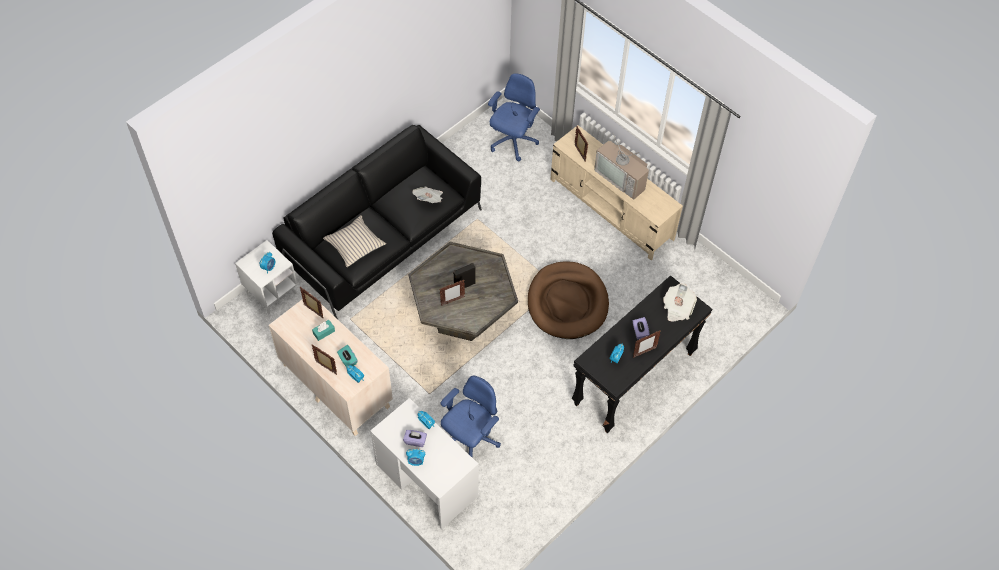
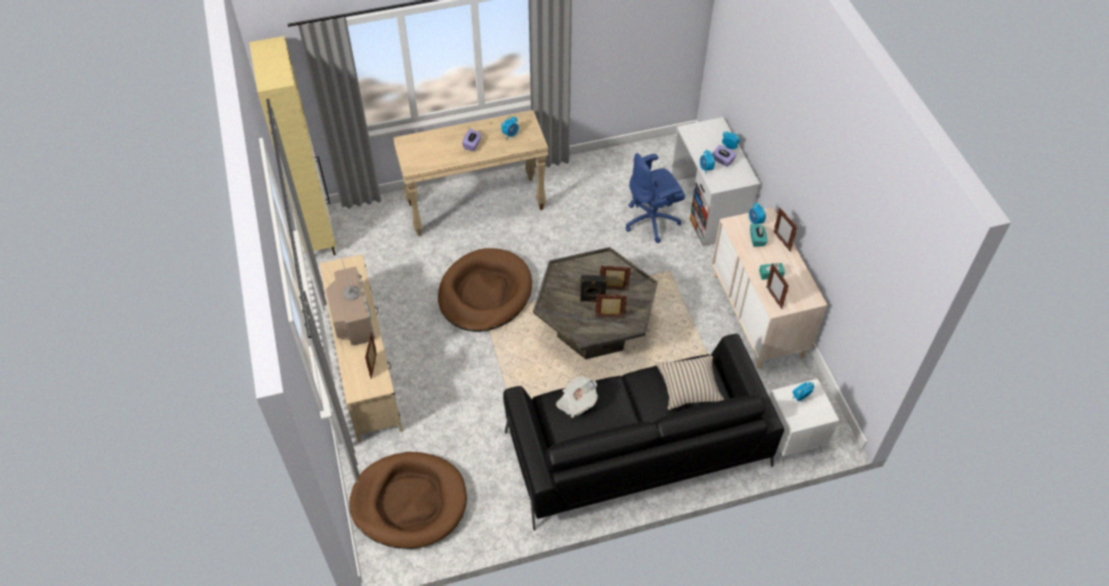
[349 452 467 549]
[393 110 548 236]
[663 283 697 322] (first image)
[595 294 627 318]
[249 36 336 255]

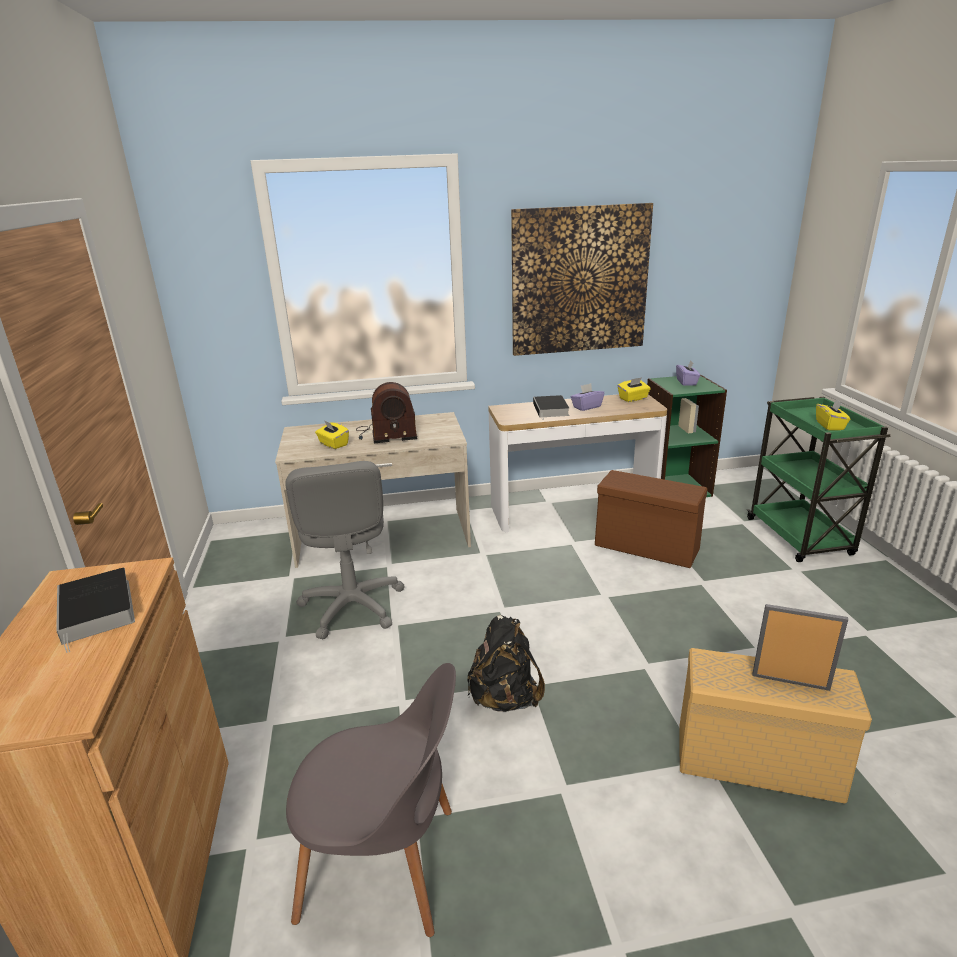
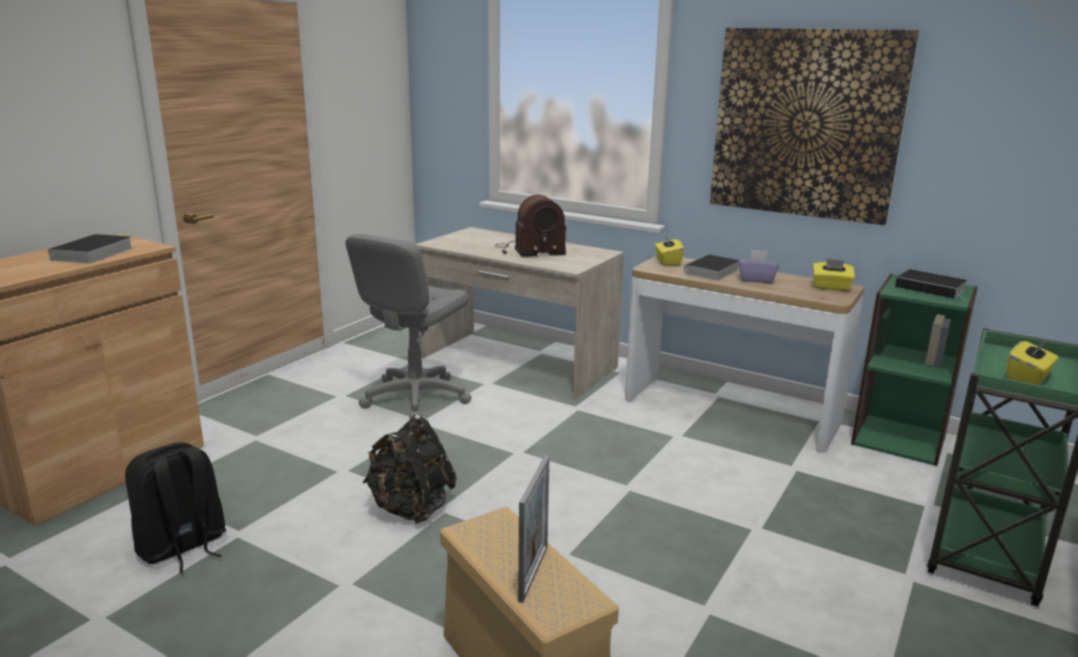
[895 269 967 300]
[495 195 566 257]
[655 236 684 265]
[595 470 708 568] (first image)
[518 455 550 603]
[125 442 226 573]

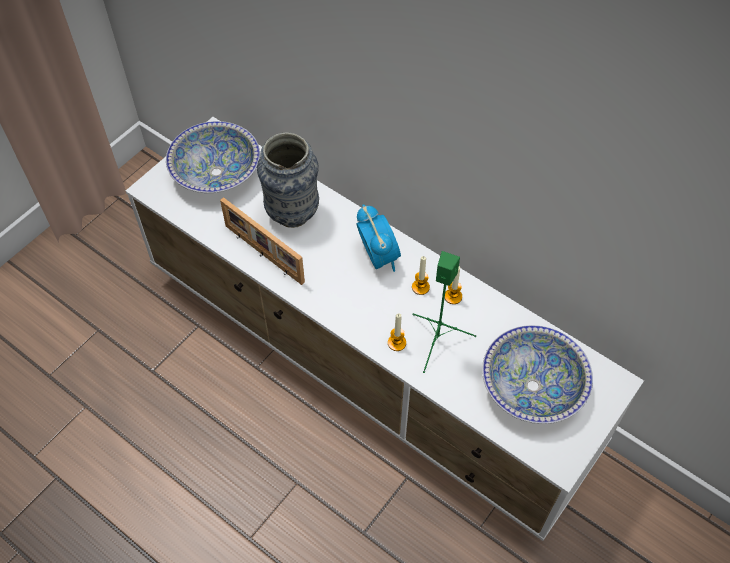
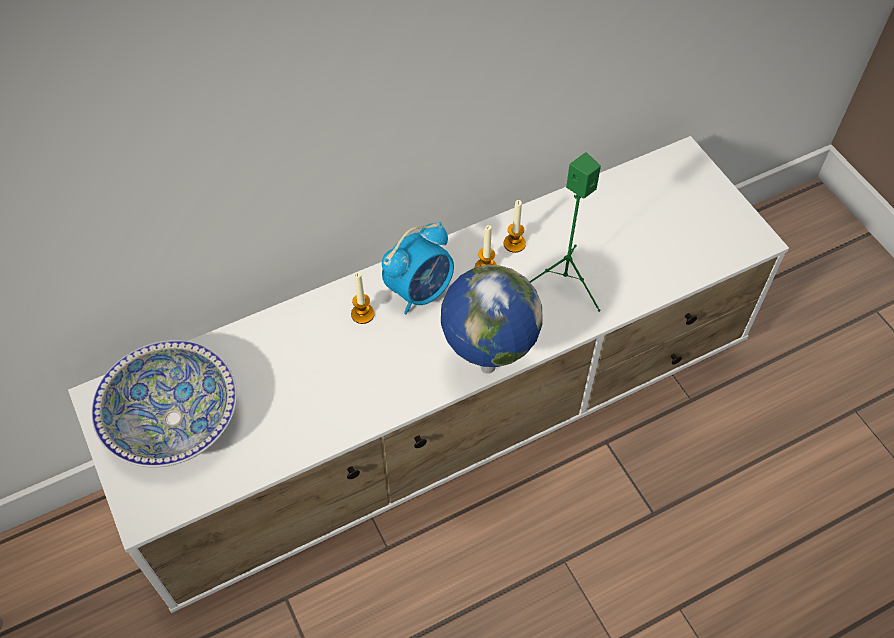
[257 132 319 228] (first image)
[220 197 305 285] (first image)
[382 222 454 314]
[351 272 374 324]
[482 325 593 424] (first image)
[441 265 543 374]

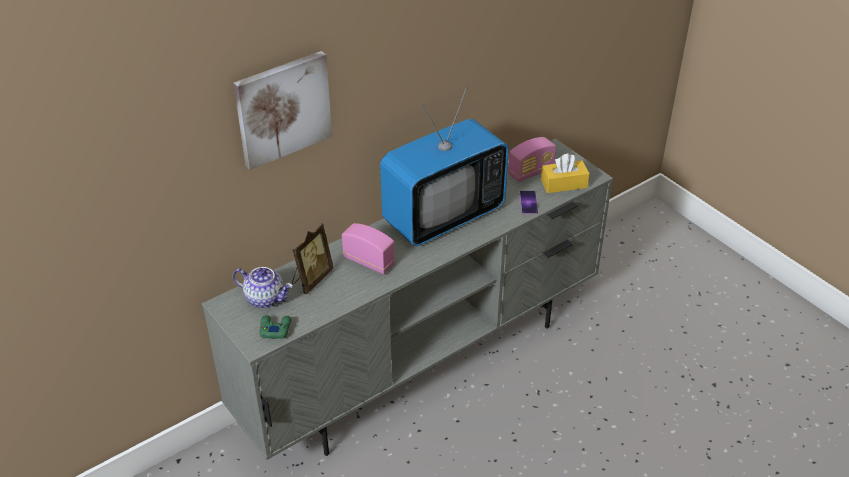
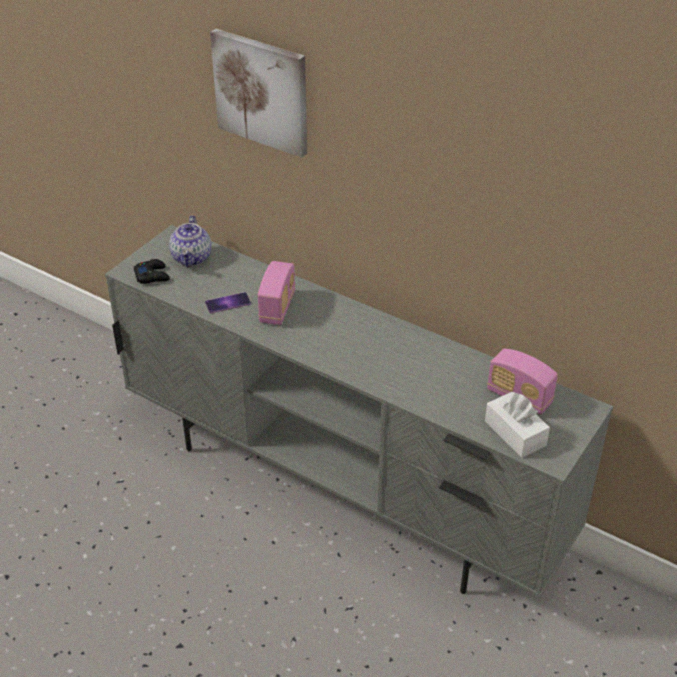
[380 87 509 246] (first image)
[485 392 550 458]
[205 292 251 313]
[292 223 334 295] (first image)
[133 259 170 284]

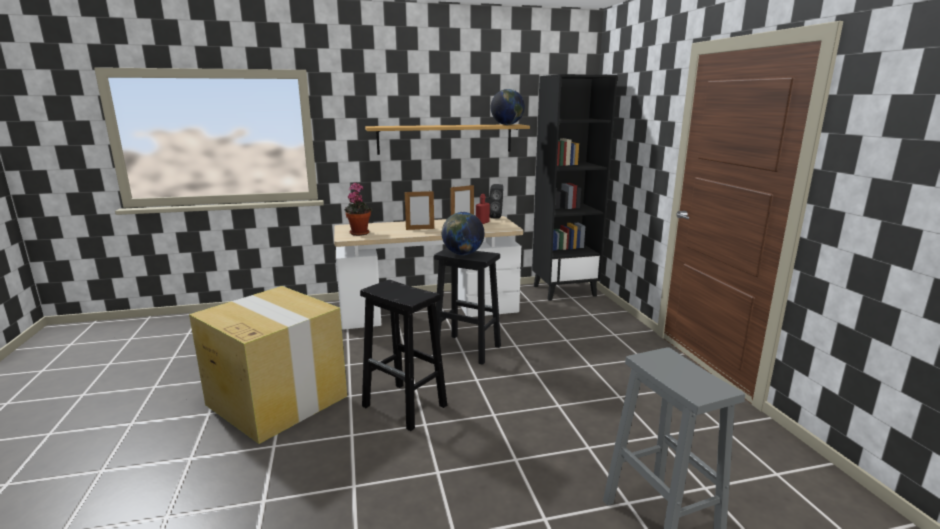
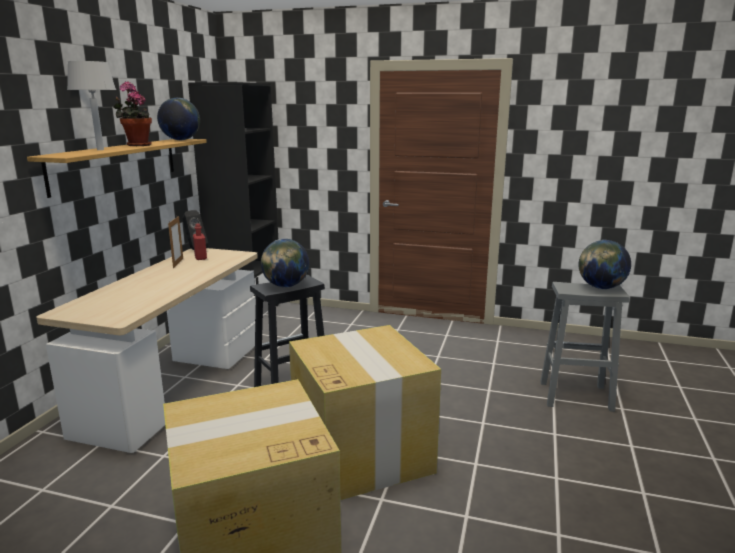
[114 81 152 146]
[405 190 434 230] (first image)
[289 325 441 500]
[67 61 116 150]
[578 240 631 289]

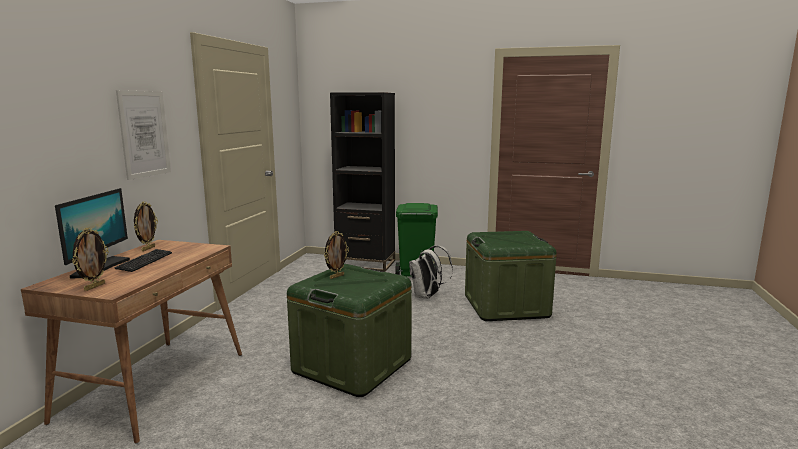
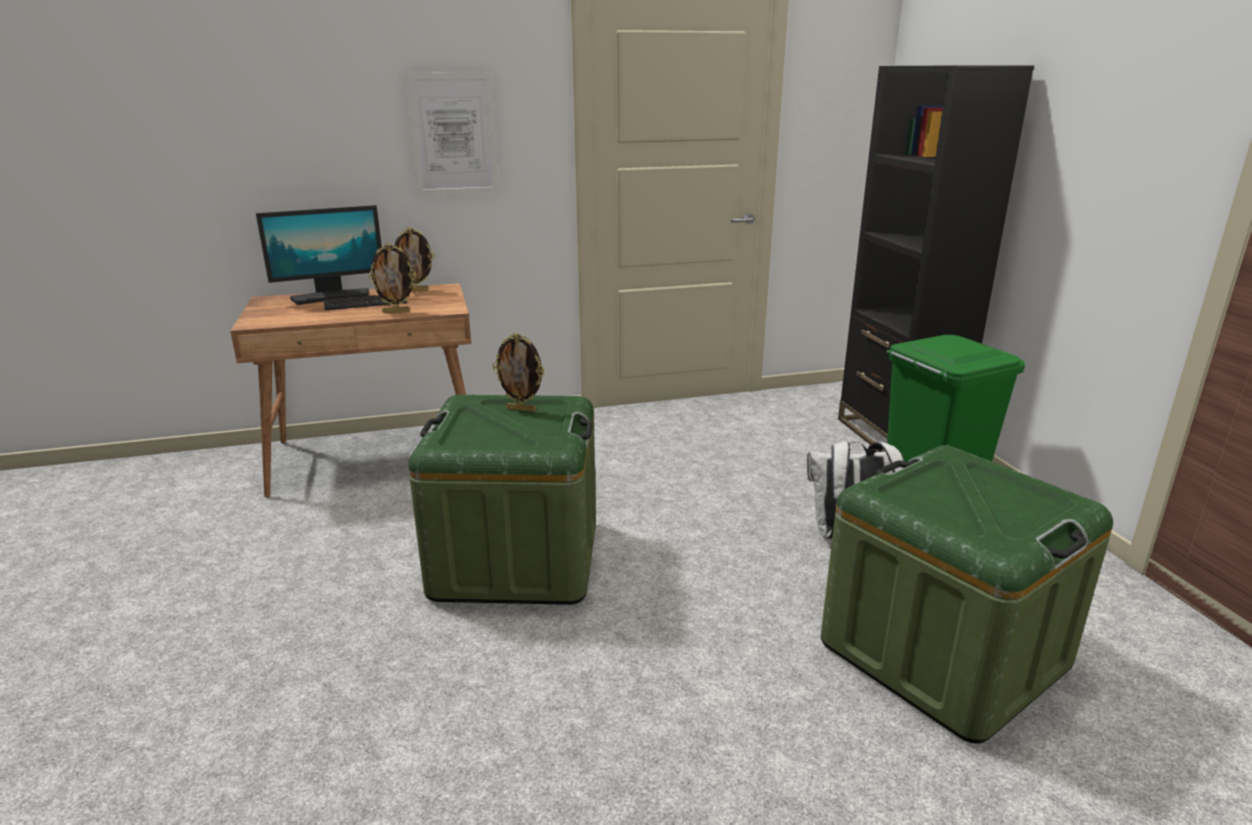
[368 243 416 313]

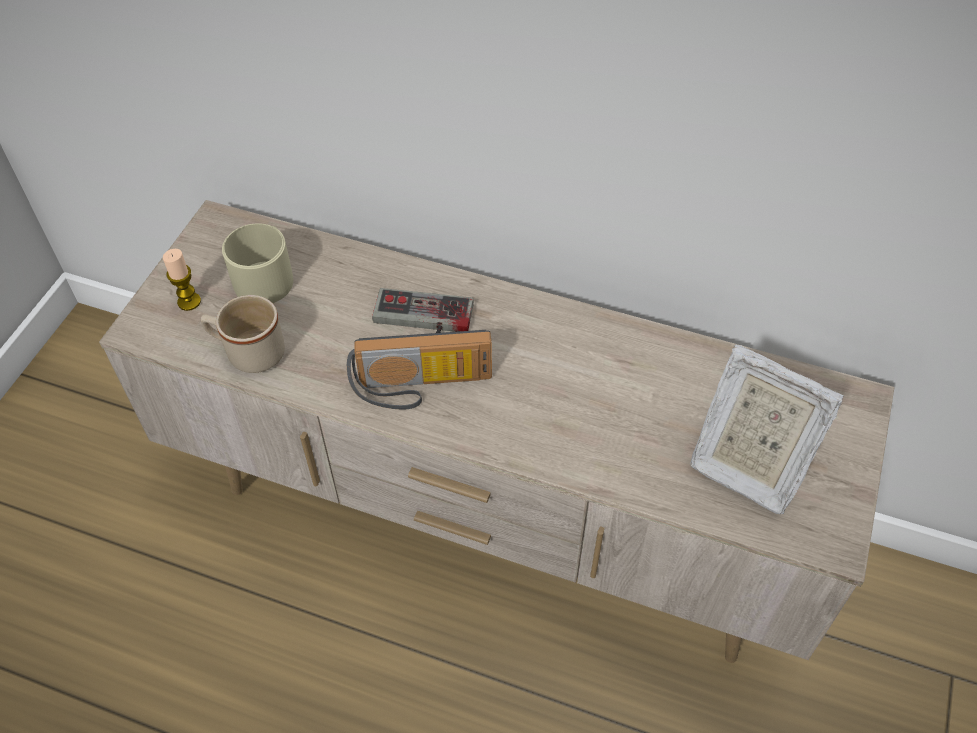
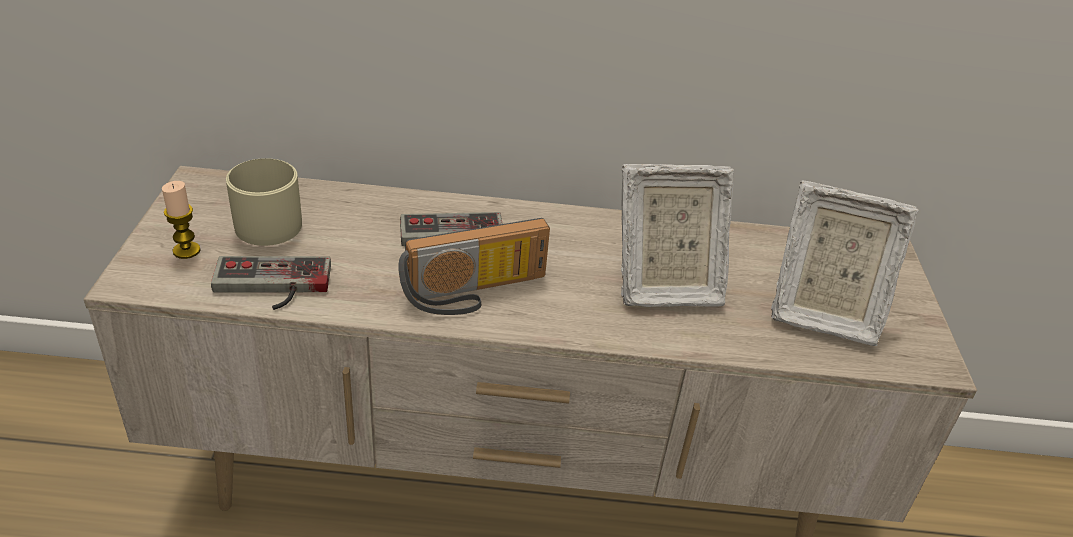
[211 256 331 310]
[621 164 734 307]

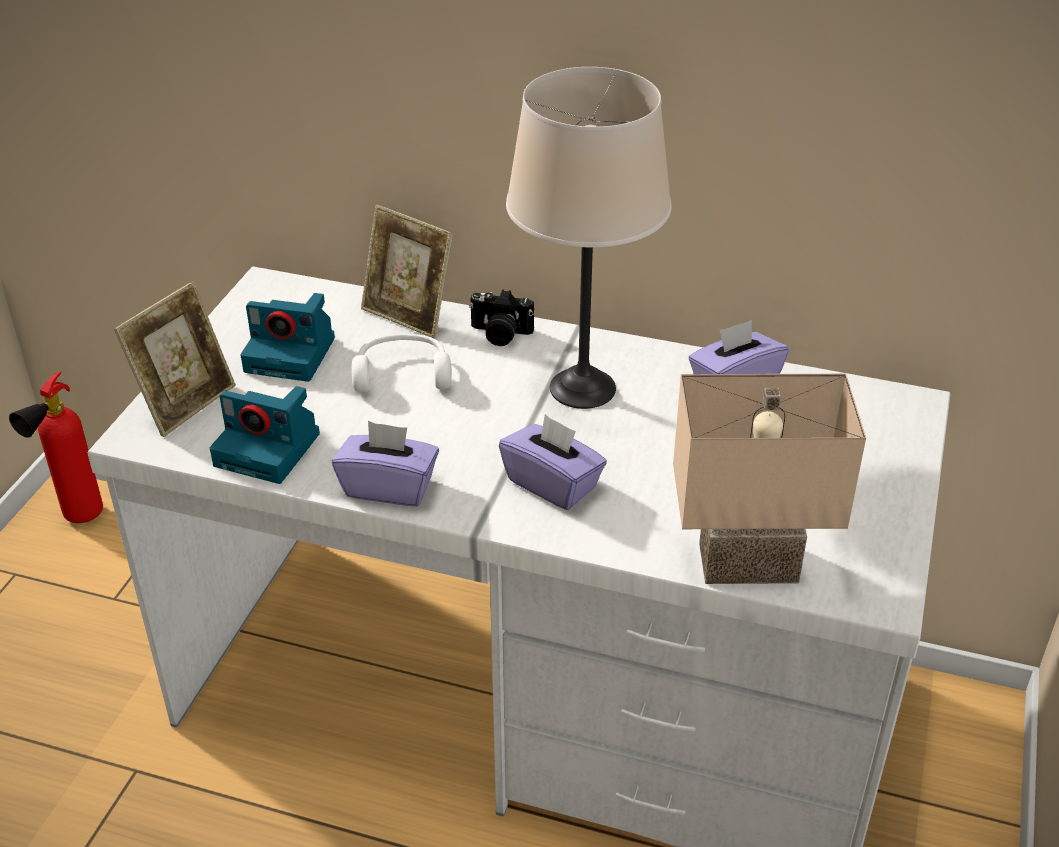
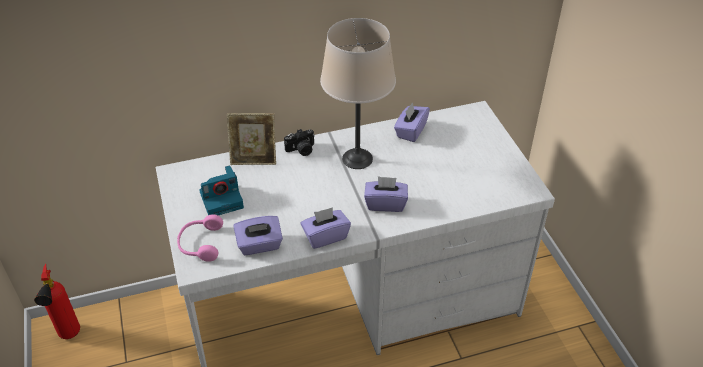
[177 214 223 262]
[351 333 452 392] (first image)
[673 374 866 584] (first image)
[233 216 283 255]

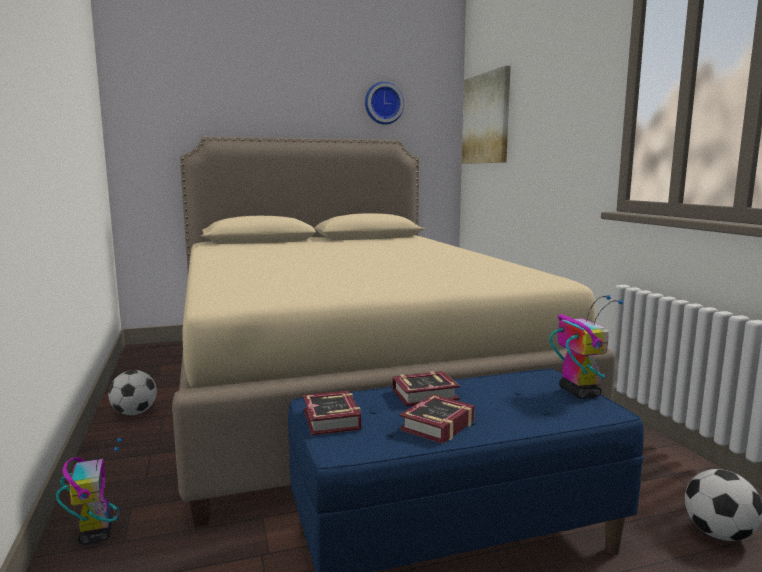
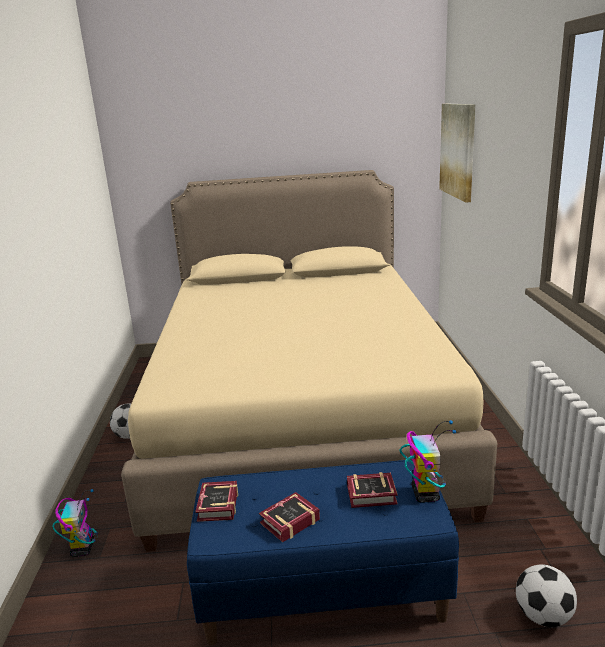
[365 82 404 125] (first image)
[347 472 398 508]

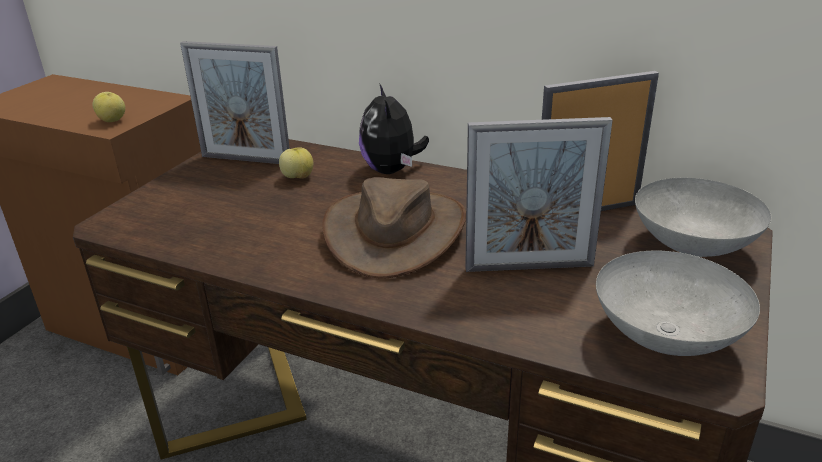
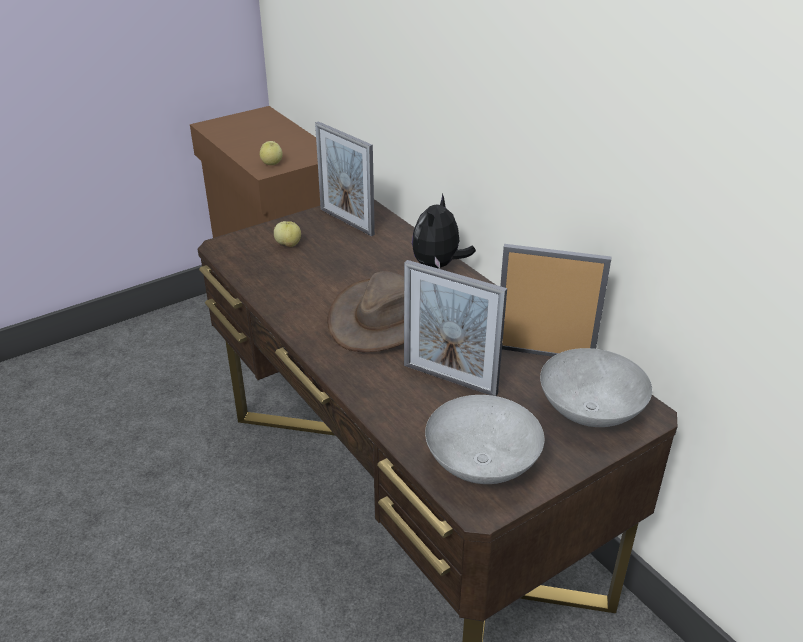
[274 221 301 247]

